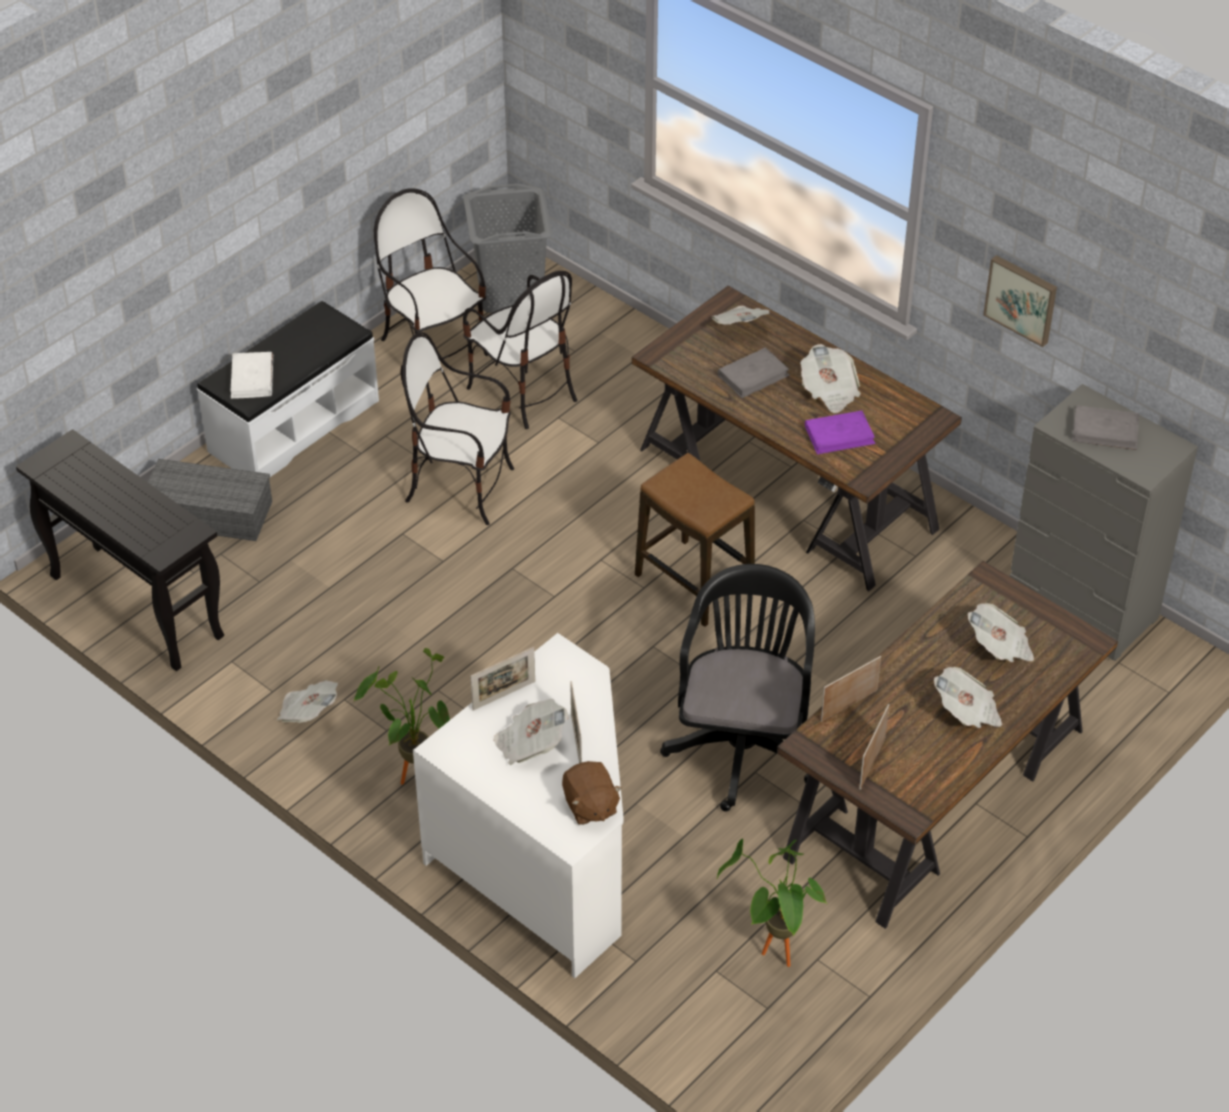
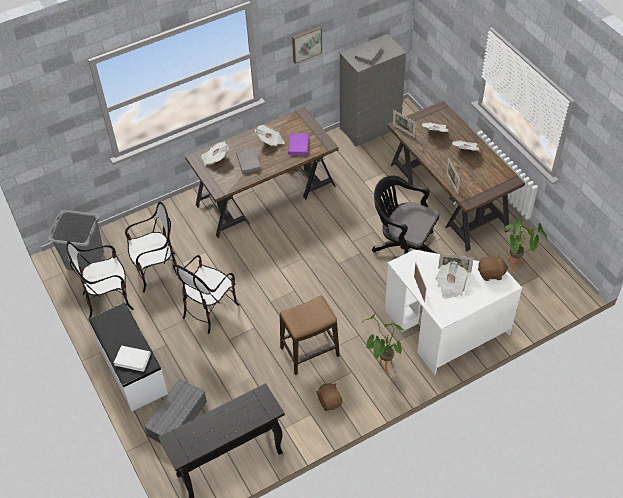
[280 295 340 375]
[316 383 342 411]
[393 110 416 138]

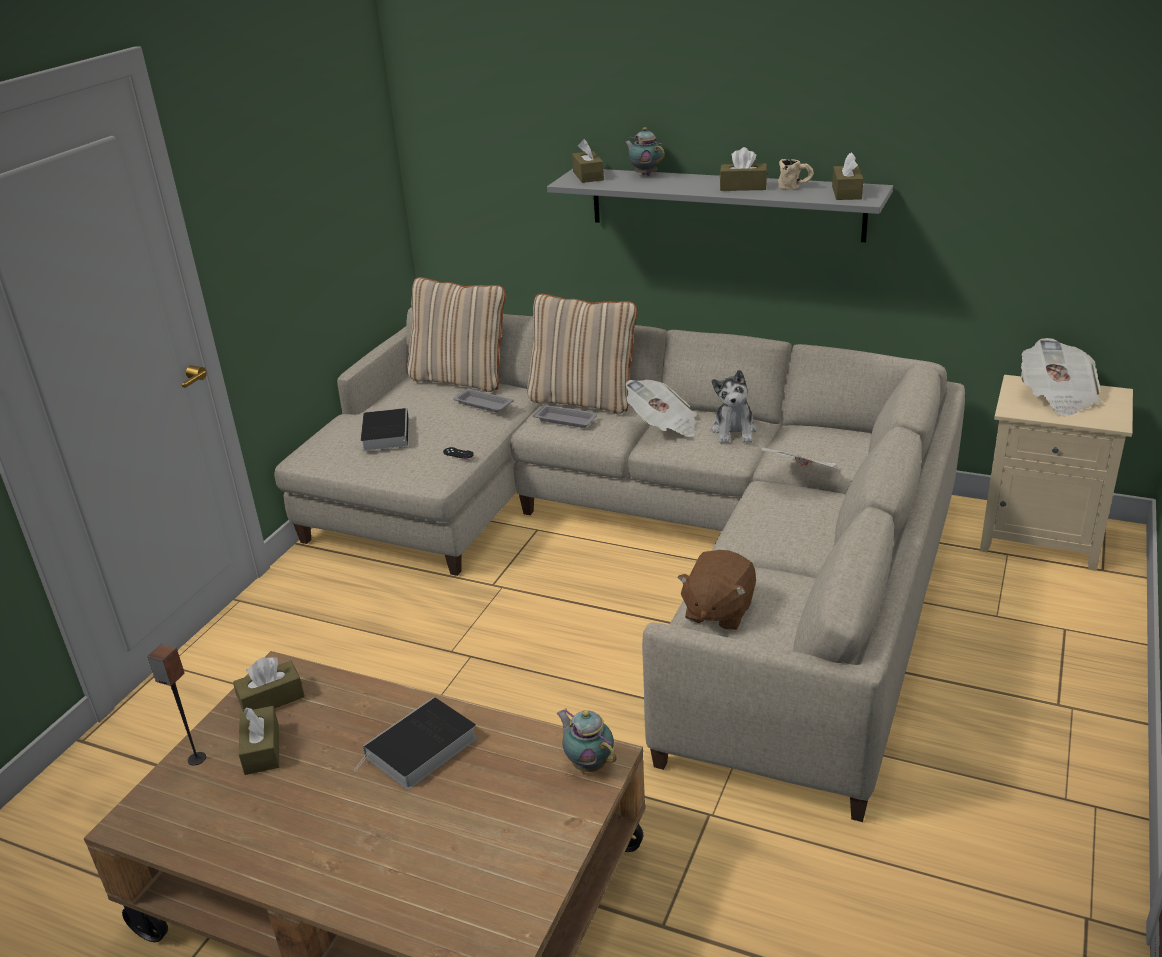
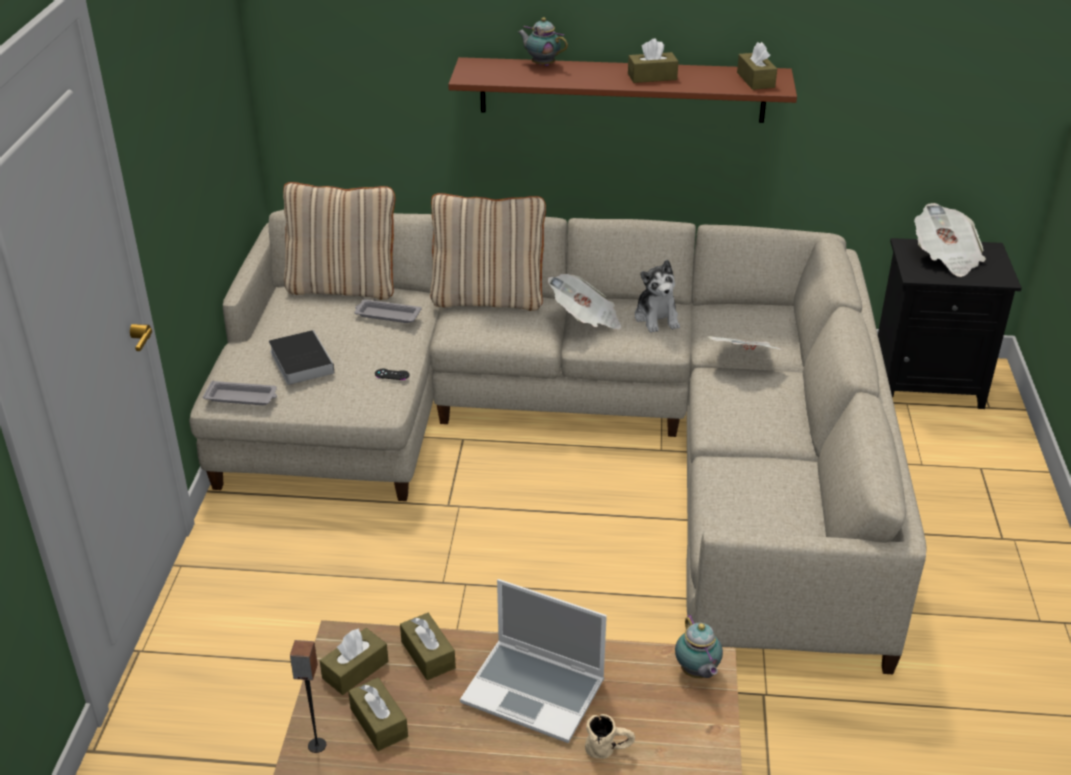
[400 613 456 680]
[585 714 635 759]
[448 57 797 123]
[878 238 1022 409]
[203 381 277 405]
[677 550 756 631] (first image)
[460 579 607 743]
[675 615 723 678]

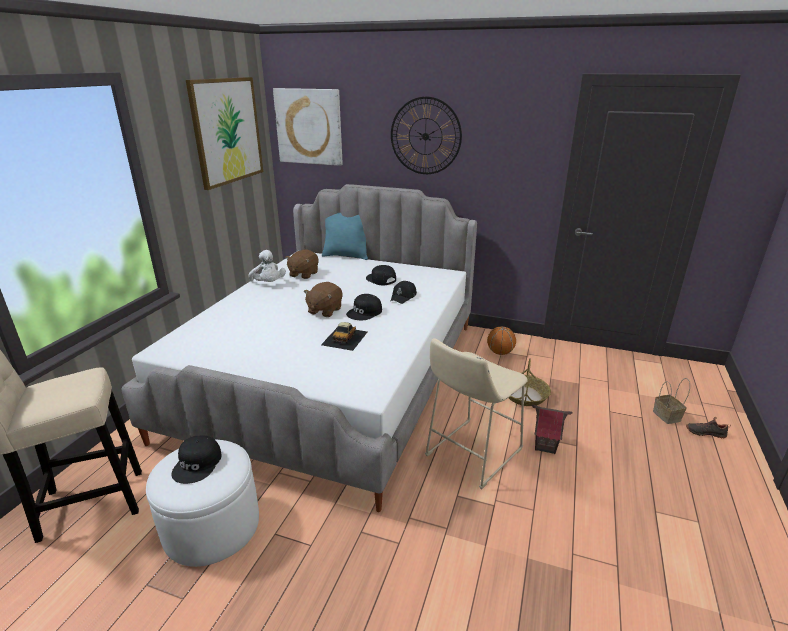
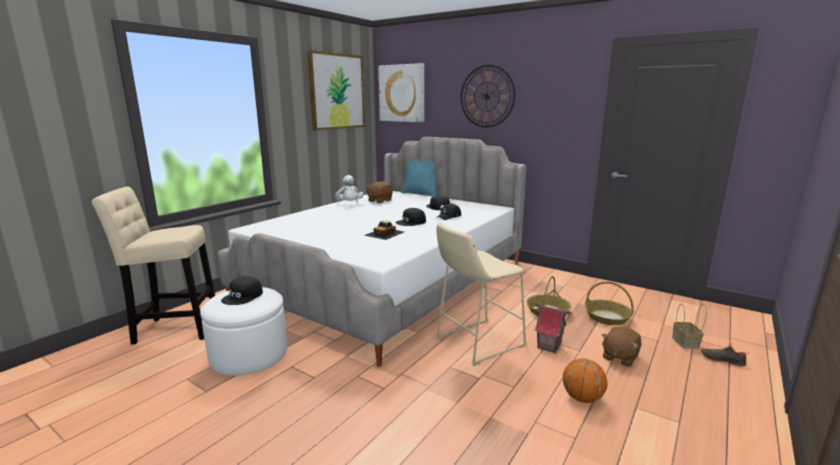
[602 326 642 367]
[563 358 607 403]
[585 282 634 325]

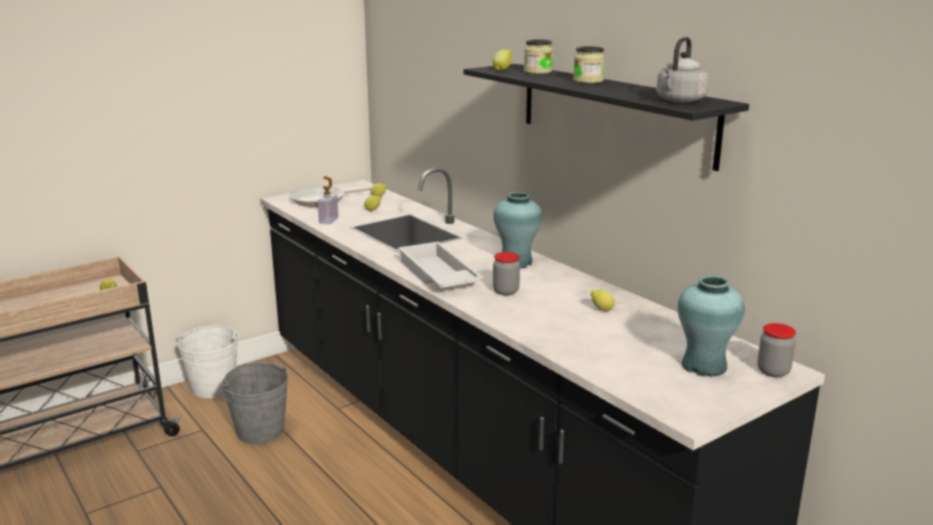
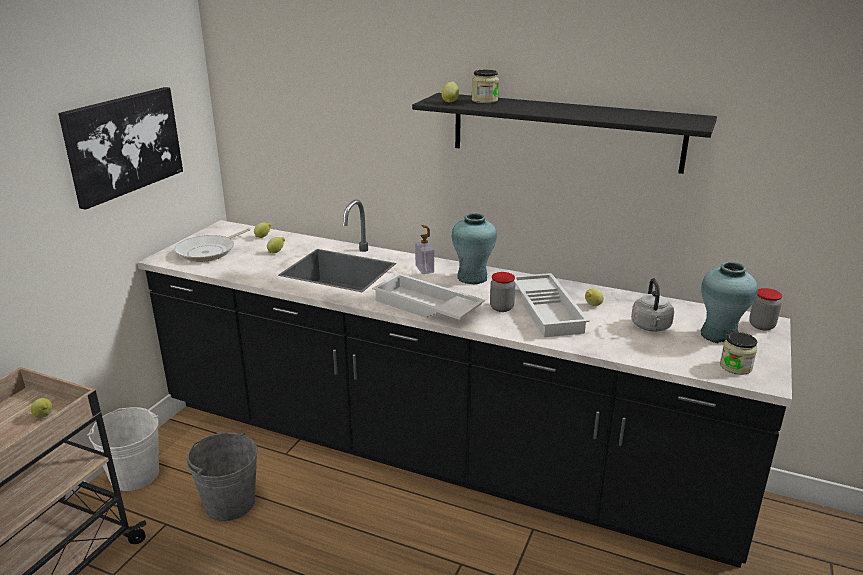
[631 278 674 332]
[720 332 757 375]
[415 225 434 274]
[58 87 183 210]
[514 273 589 337]

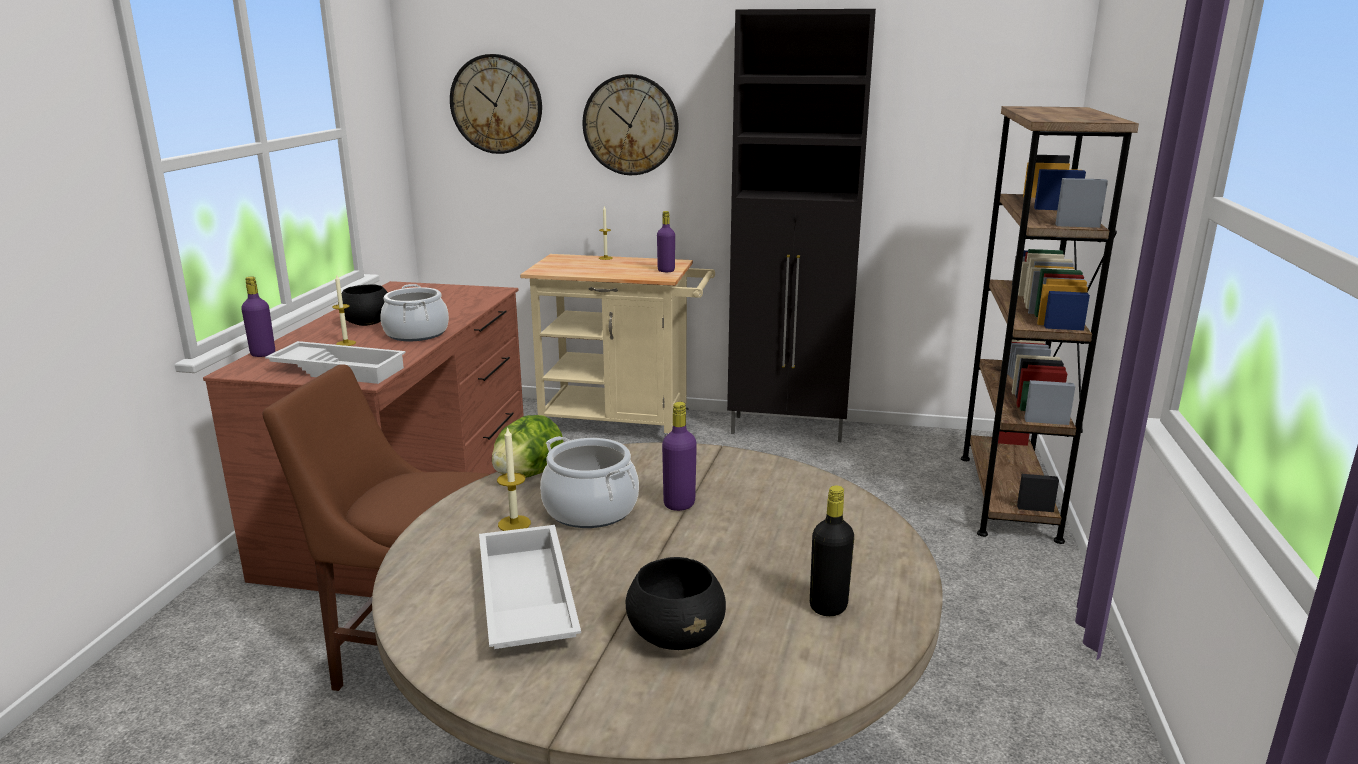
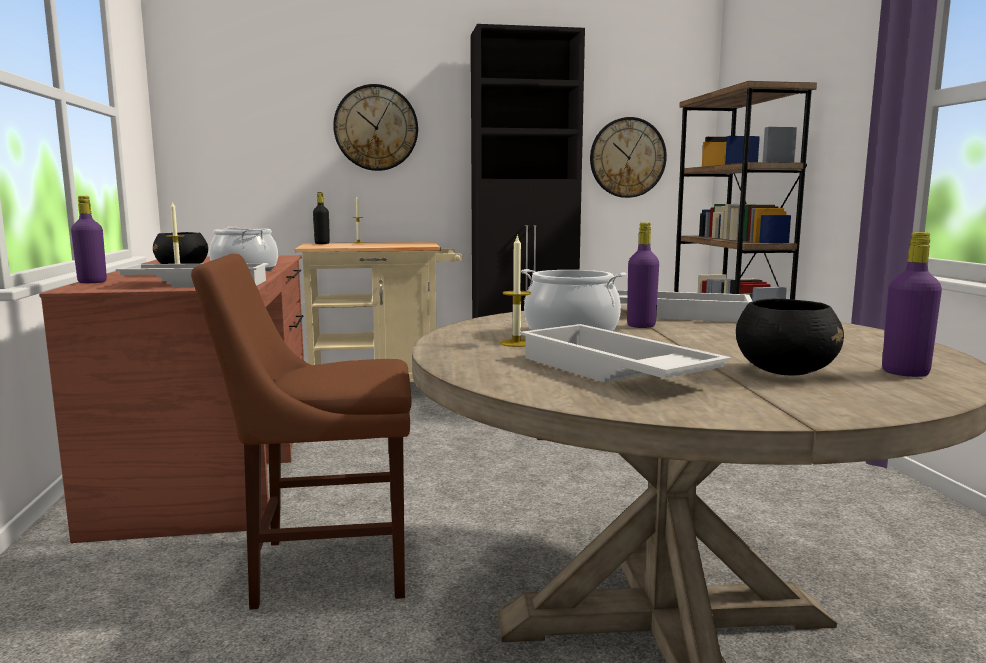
[590 117 667 198]
[882 232 942 377]
[492 415 564 478] (first image)
[313 192 330 244]
[617 290 753 322]

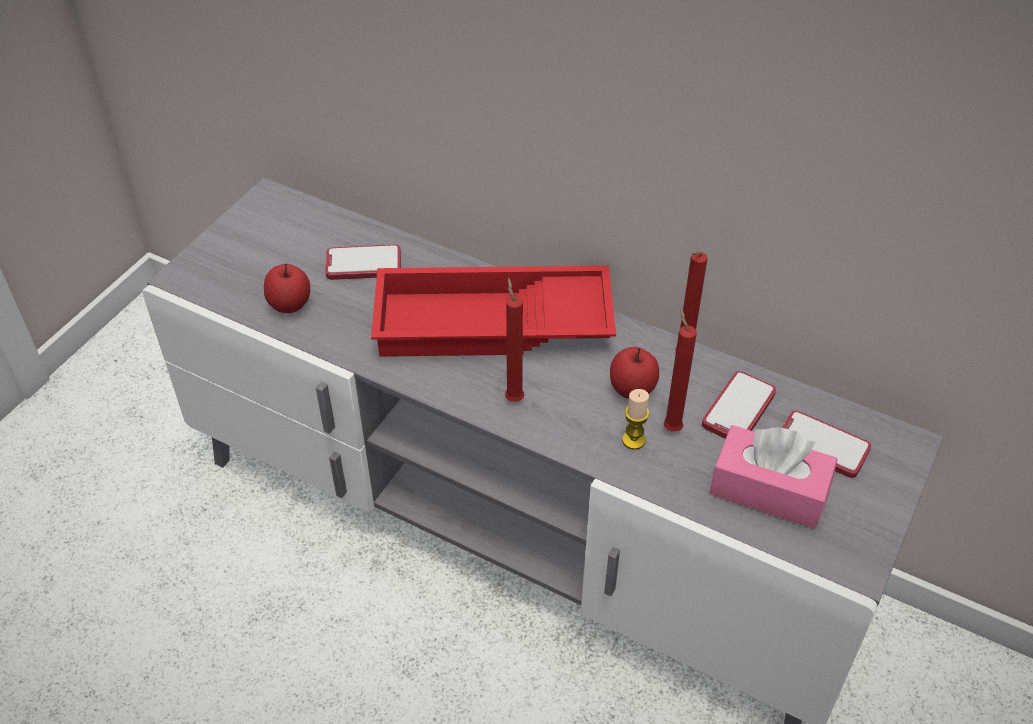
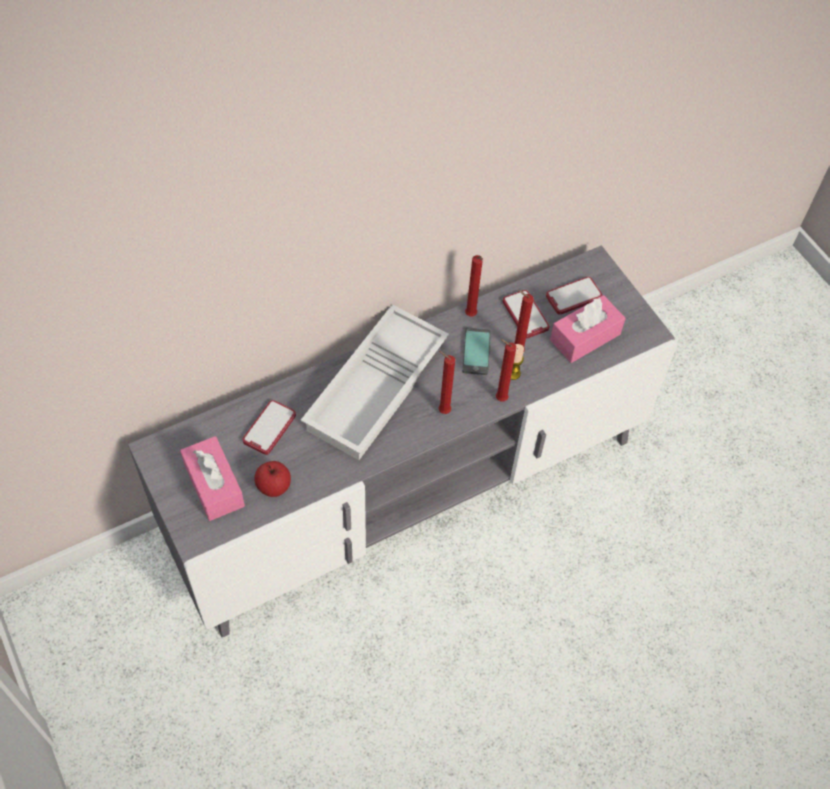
[301 305 449 460]
[462 327 491 375]
[496 339 516 401]
[180 436 245 521]

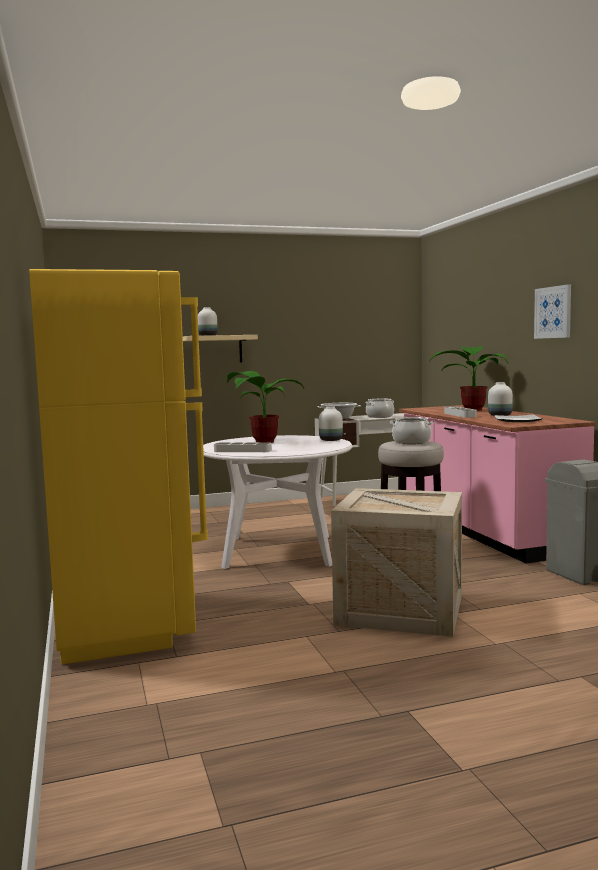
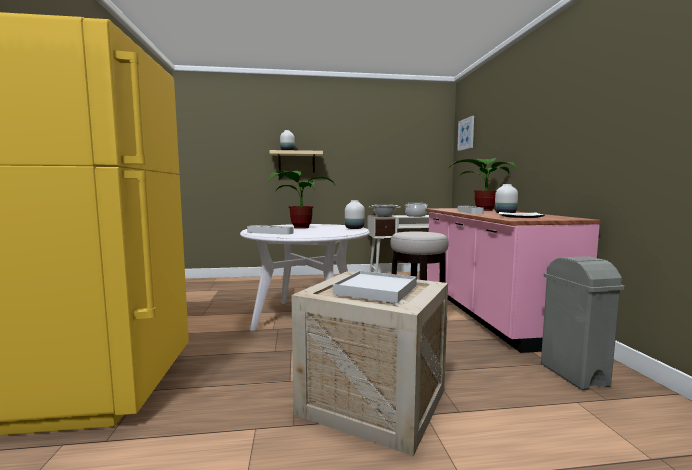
[457 116 474 151]
[390 417 433 444] (first image)
[333 271 417 303]

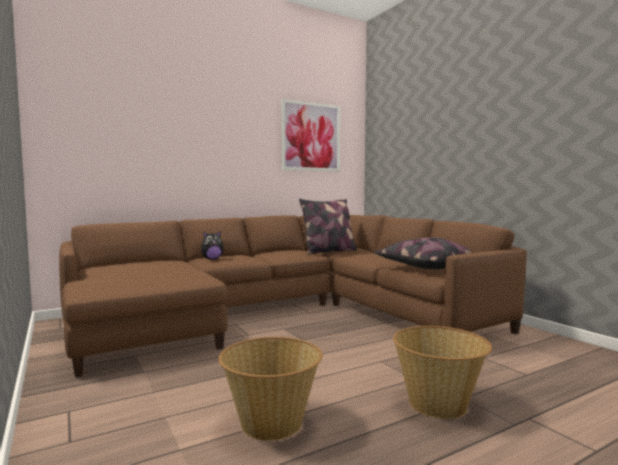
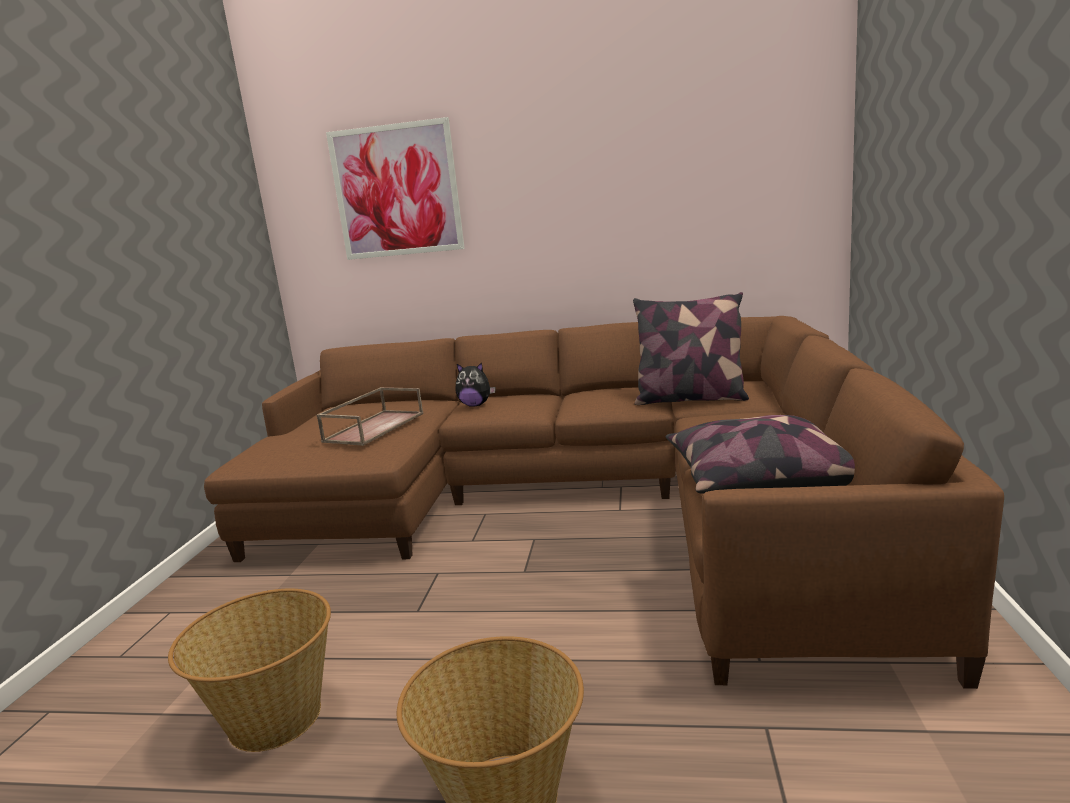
[326 117 465 260]
[316 387 424 446]

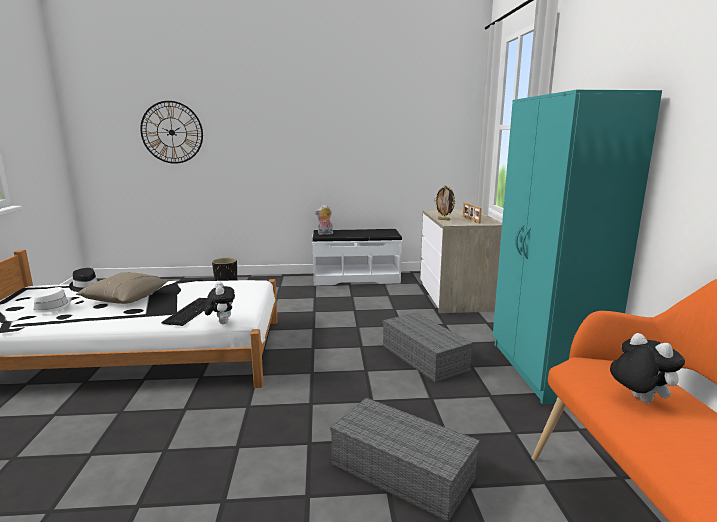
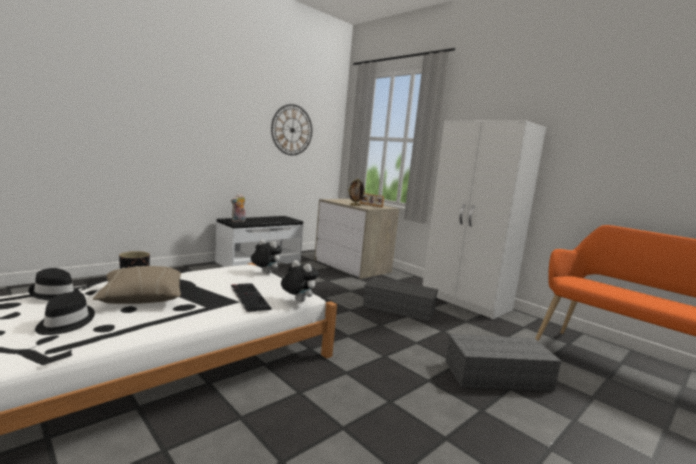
[422 121 546 319]
[271 104 312 155]
[35 292 95 335]
[251 239 282 273]

